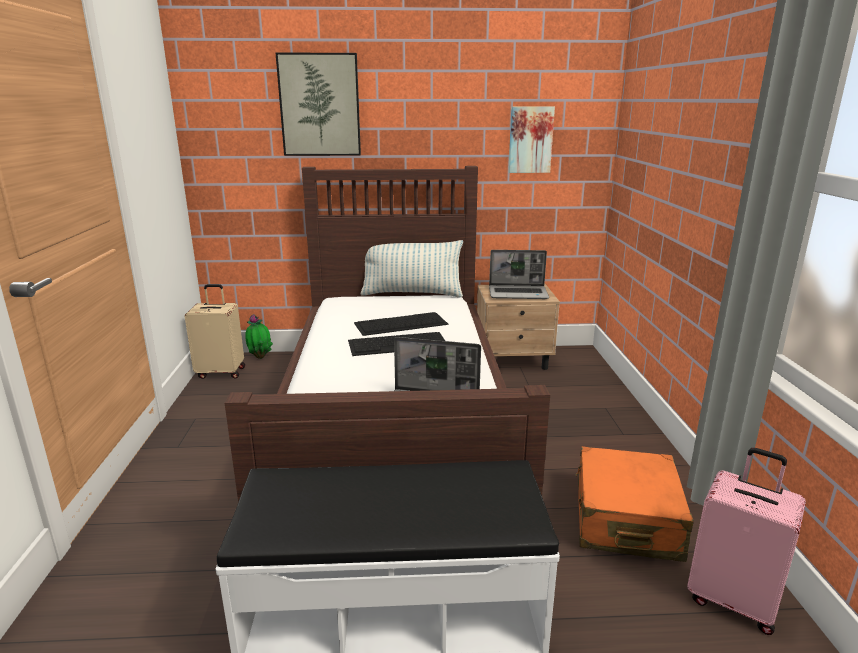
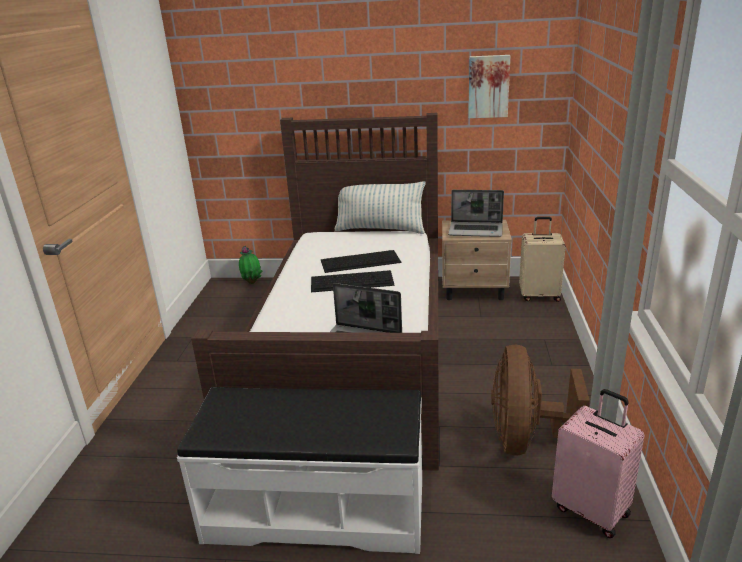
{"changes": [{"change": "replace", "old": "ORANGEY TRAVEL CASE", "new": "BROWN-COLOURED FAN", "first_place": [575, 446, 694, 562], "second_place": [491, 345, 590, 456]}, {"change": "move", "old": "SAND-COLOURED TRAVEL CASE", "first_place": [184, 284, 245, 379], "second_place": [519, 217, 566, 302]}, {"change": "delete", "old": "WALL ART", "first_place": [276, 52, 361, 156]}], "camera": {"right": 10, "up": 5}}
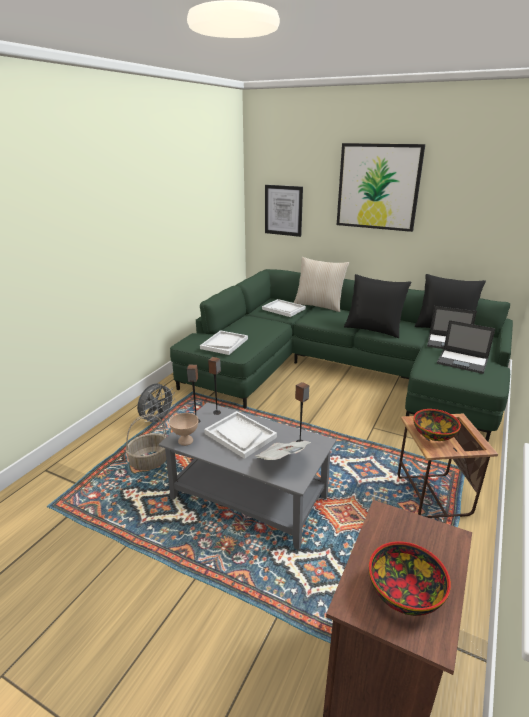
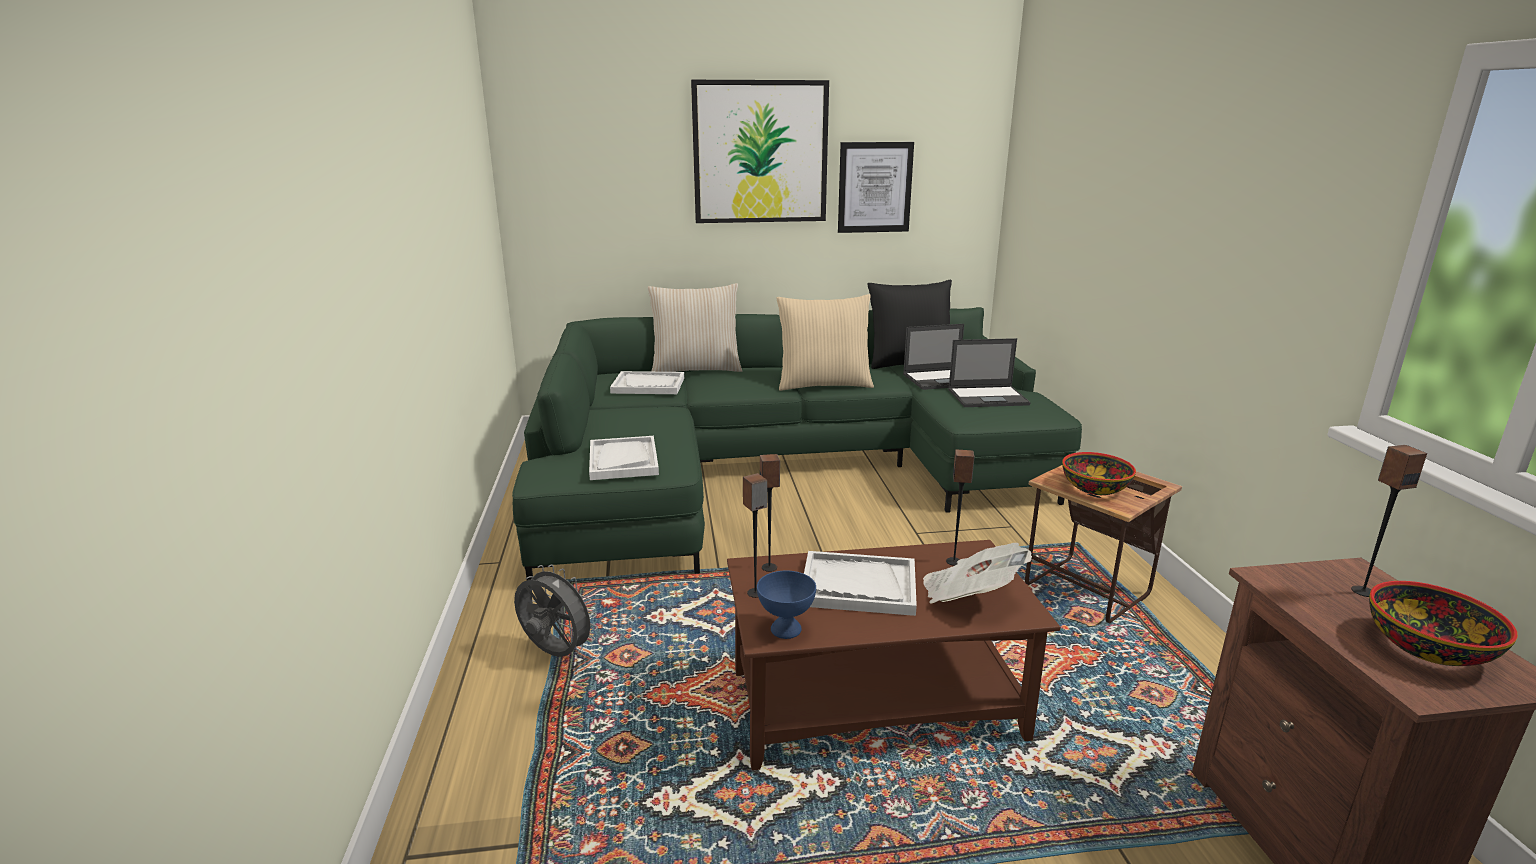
{"changes": [{"change": "rotate", "old": "GRAY FAN", "first_place": [137, 383, 176, 426], "second_place": [514, 564, 598, 657], "degrees": -60}, {"change": "recolor", "old": "GRAY LOW TABLE", "new": "BROWN-COLOURED LOW TABLE", "first_place": [159, 402, 336, 550], "second_place": [727, 540, 1061, 770]}, {"change": "recolor", "old": "SAND-COLOURED BOWL", "new": "BLUISH BOWL", "first_place": [169, 413, 198, 446], "second_place": [757, 571, 816, 639]}, {"change": "recolor", "old": "BLACK-COLOURED PILLOW", "new": "SAND-COLOURED PILLOW", "first_place": [344, 274, 411, 338], "second_place": [777, 294, 874, 391]}, {"change": "move", "old": "WALL ART", "first_place": [265, 185, 303, 237], "second_place": [838, 142, 914, 233]}, {"change": "insert", "new": "AUDIO SPEAKER", "second_place": [1351, 445, 1427, 597]}, {"change": "delete", "old": "HOUSEHOLD BASKET", "first_place": [125, 414, 167, 471]}], "camera": {"right": -35, "up": -5}}
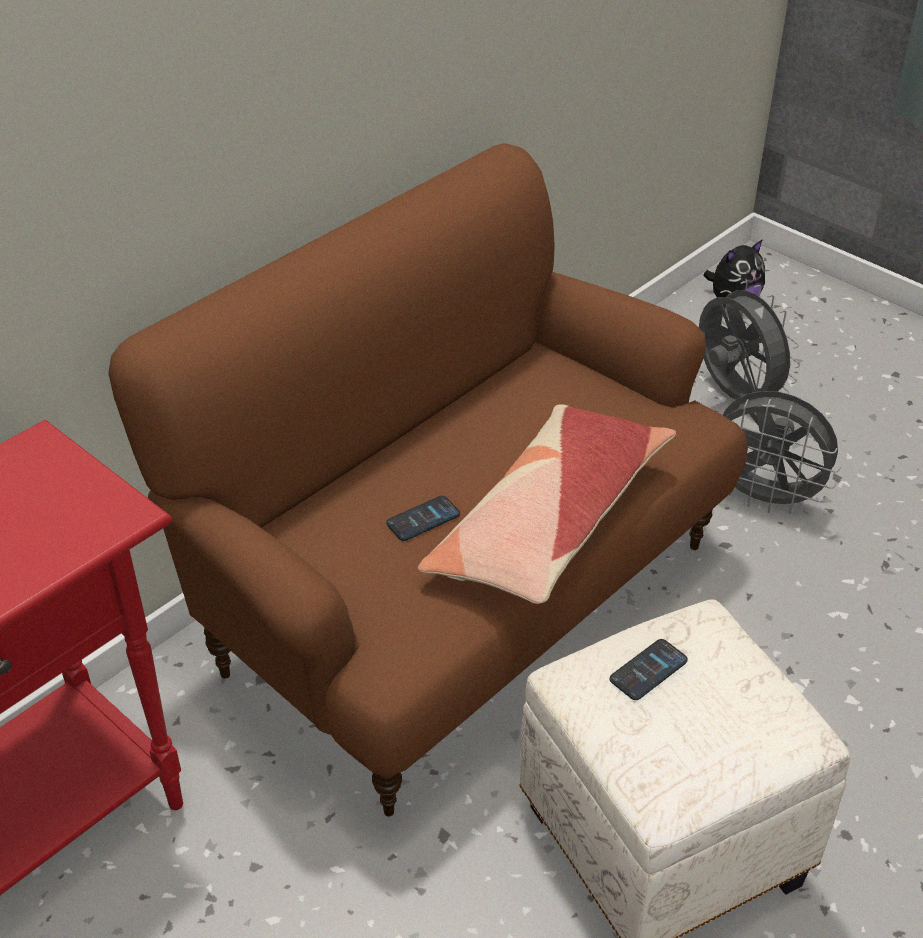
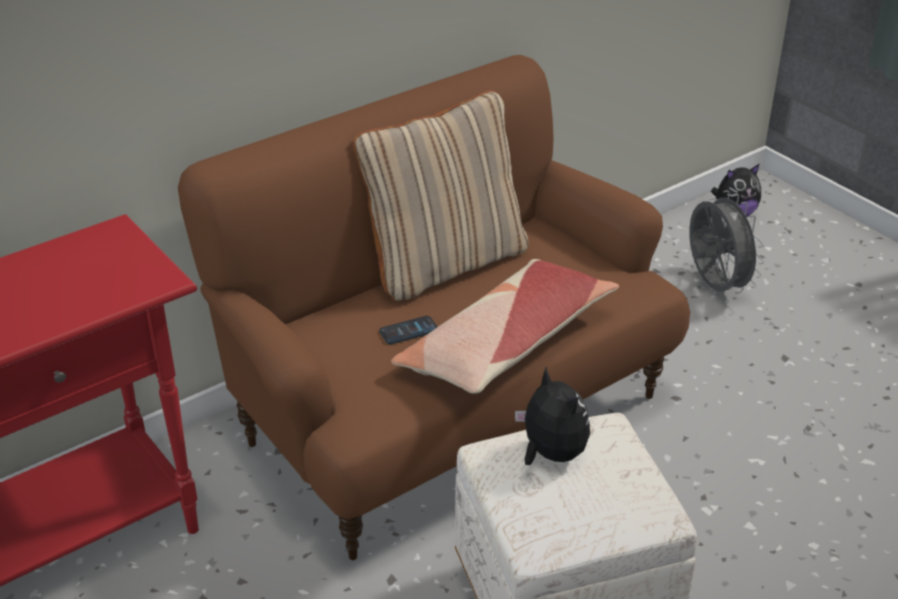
{"changes": [{"change": "insert", "new": "SAND-COLOURED PILLOW", "second_place": [353, 91, 528, 301]}, {"change": "replace", "old": "PHONE", "new": "SOFT TOY", "first_place": [610, 639, 688, 700], "second_place": [515, 367, 590, 465]}, {"change": "delete", "old": "GRAY FAN", "first_place": [723, 391, 841, 514]}], "camera": {"right": 10, "up": -5}}
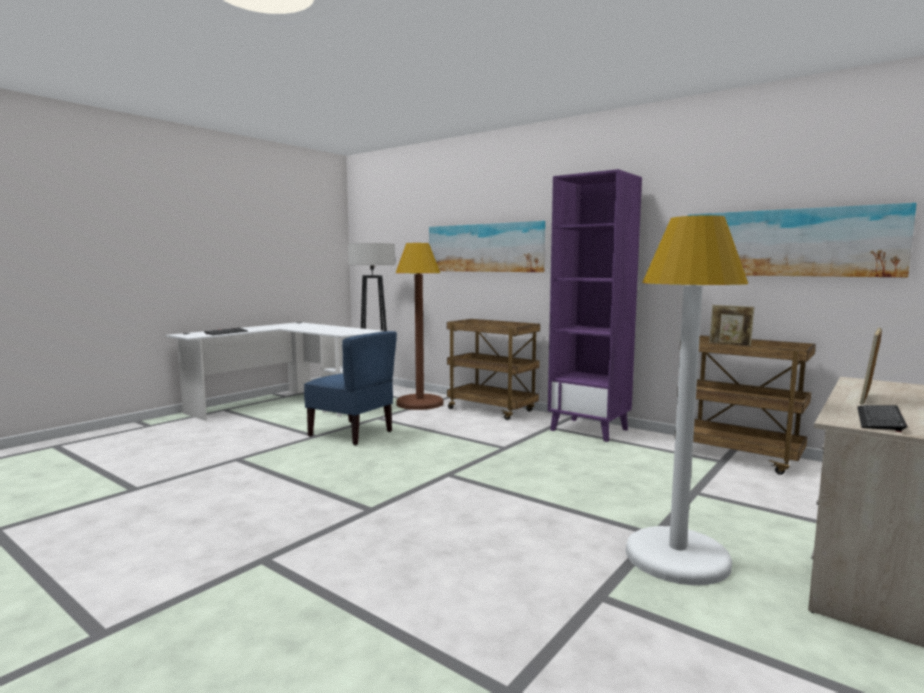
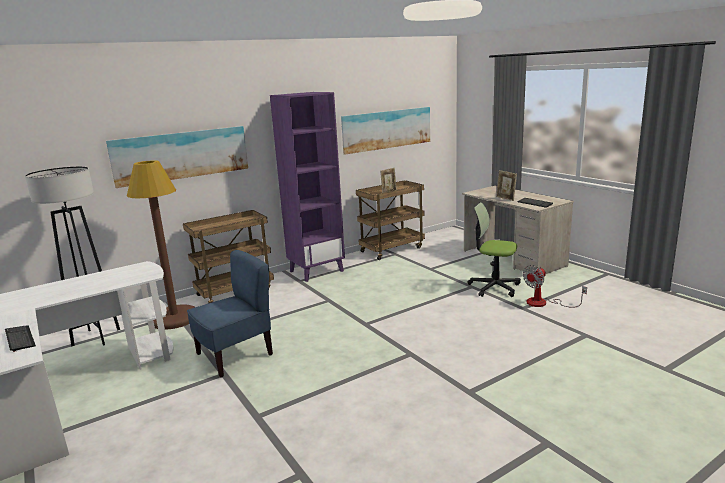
{"changes": [{"change": "replace", "old": "WHITE-COLOURED STANDARD LAMP", "new": "COMPUTER CHAIR", "first_place": [626, 215, 748, 585], "second_place": [467, 202, 521, 297]}, {"change": "insert", "new": "FAN", "second_place": [523, 265, 587, 308]}], "camera": {"right": -70, "up": 10}}
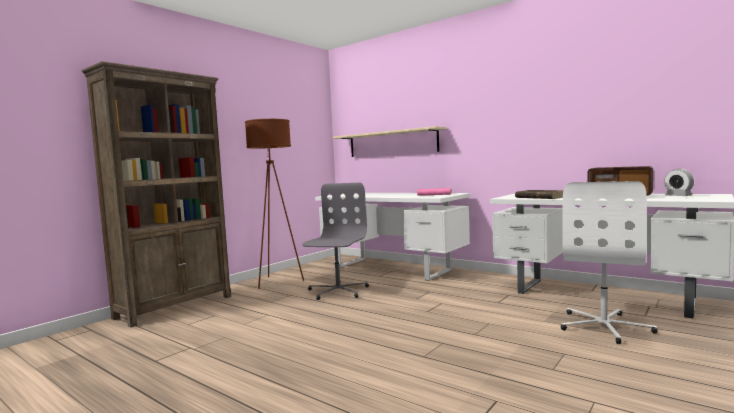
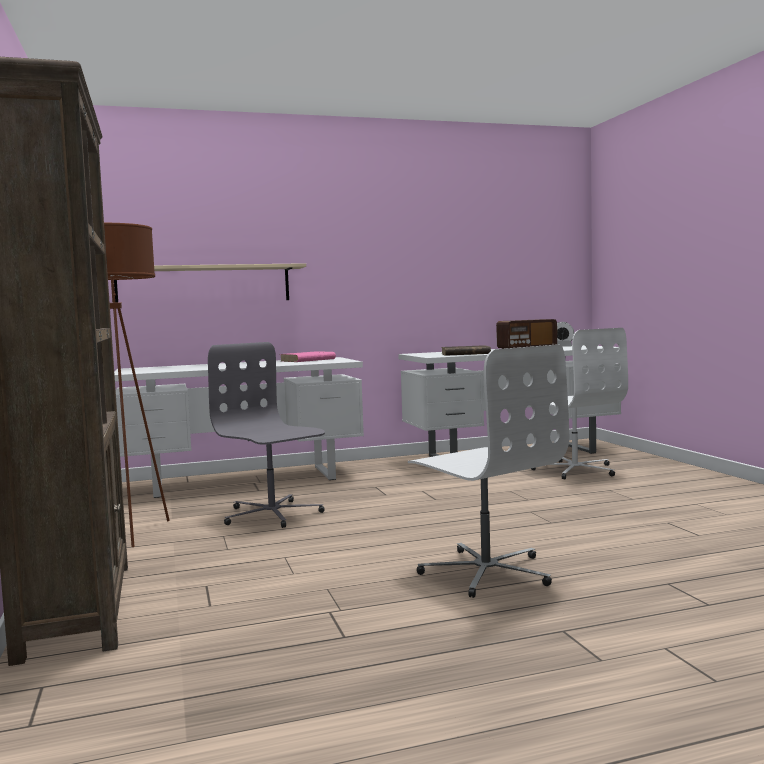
{"changes": [{"change": "insert", "new": "WHITE-COLOURED COMPUTER CHAIR", "second_place": [408, 344, 569, 598]}], "camera": {"right": -55, "up": 0}}
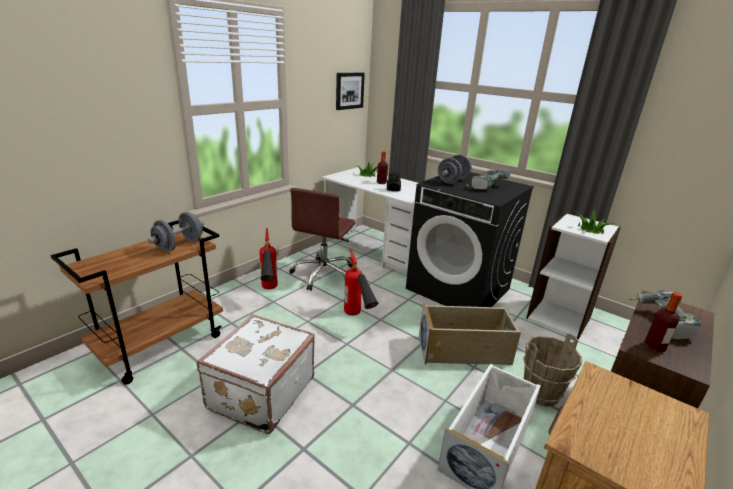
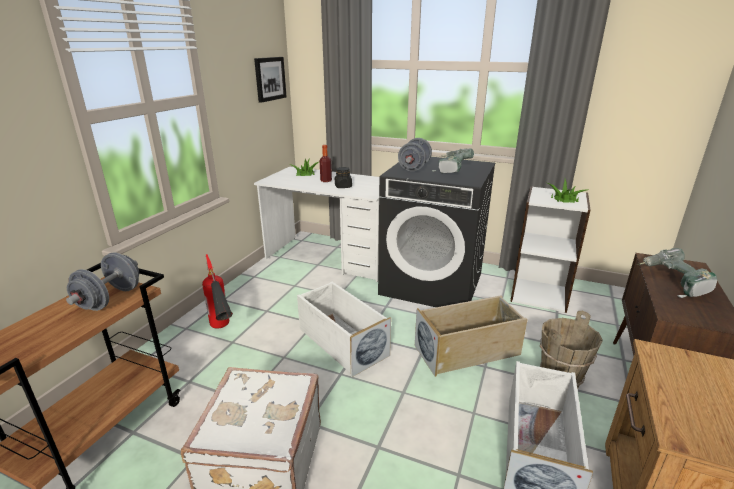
{"changes": [{"change": "replace", "old": "EXTINGUISHER", "new": "WHITE-COLOURED STORAGE BOX", "first_place": [344, 250, 378, 315], "second_place": [297, 282, 391, 377]}, {"change": "delete", "old": "BROWN-COLOURED COMPUTER CHAIR", "first_place": [290, 188, 356, 291]}, {"change": "delete", "old": "BEVERAGE BOTTLE", "first_place": [644, 292, 682, 352]}], "camera": {"right": -15, "up": 0}}
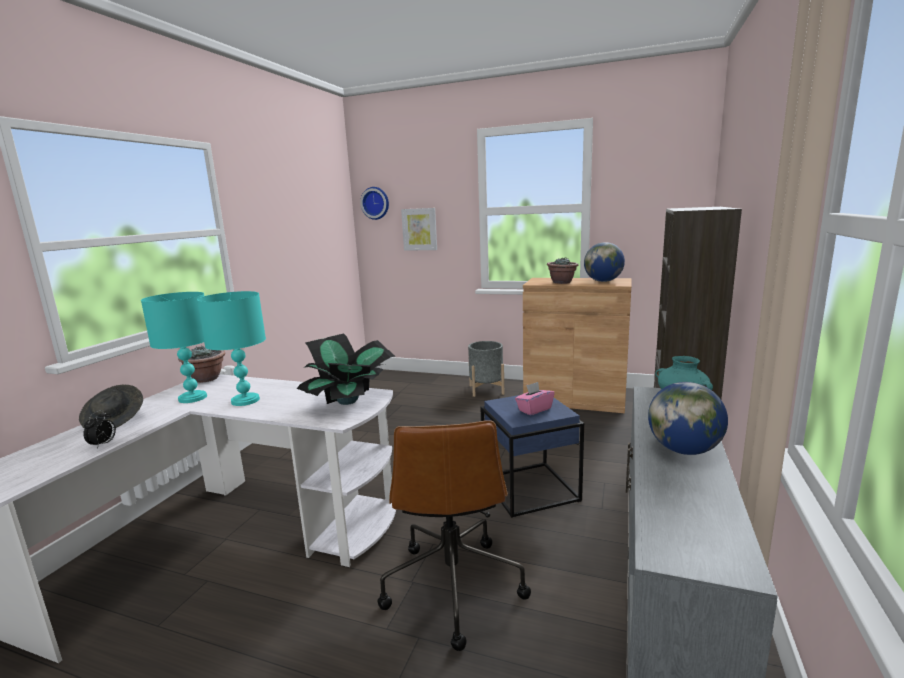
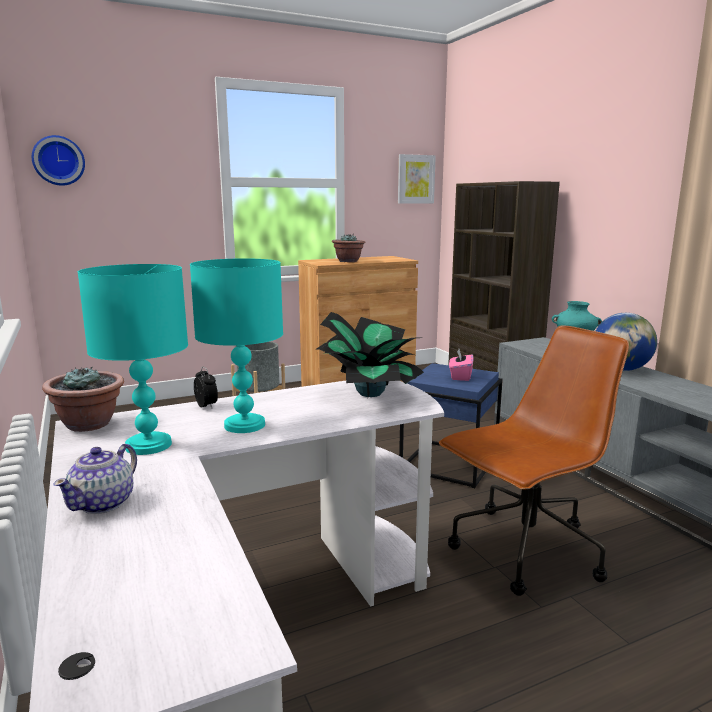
{"changes": [{"change": "replace", "old": "GRAY HAT", "new": "TEAPOT", "first_place": [79, 385, 143, 428], "second_place": [53, 443, 137, 514]}, {"change": "move", "old": "ALARM CLOCK", "first_place": [83, 410, 116, 449], "second_place": [194, 366, 218, 408]}, {"change": "move", "old": "WALL ART", "first_place": [401, 208, 437, 251], "second_place": [398, 154, 436, 204]}, {"change": "rotate", "old": "BROWN-COLOURED COMPUTER CHAIR", "first_place": [377, 420, 531, 651], "second_place": [439, 325, 629, 596], "degrees": -75}, {"change": "delete", "old": "GLOBE", "first_place": [584, 242, 625, 282]}], "camera": {"right": -45, "up": 0}}
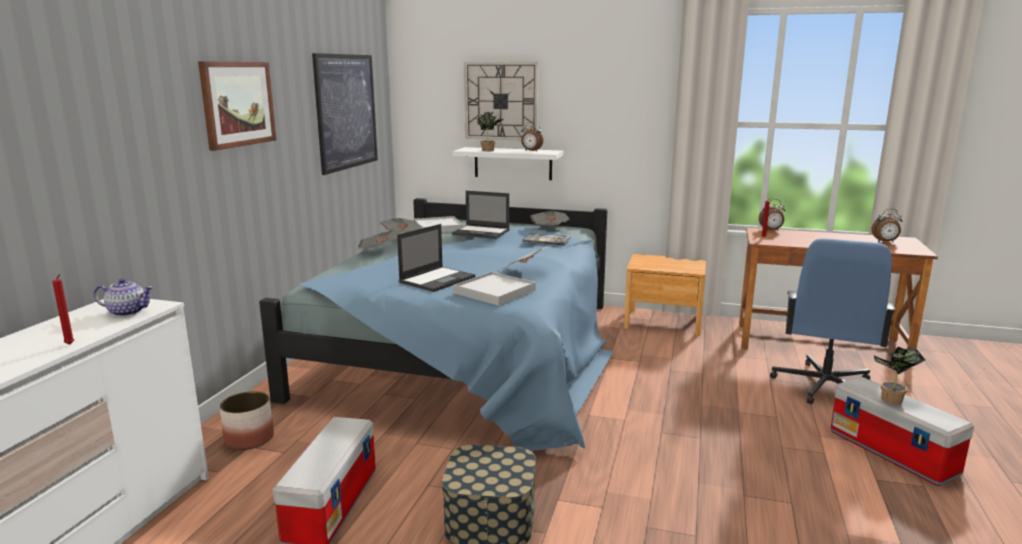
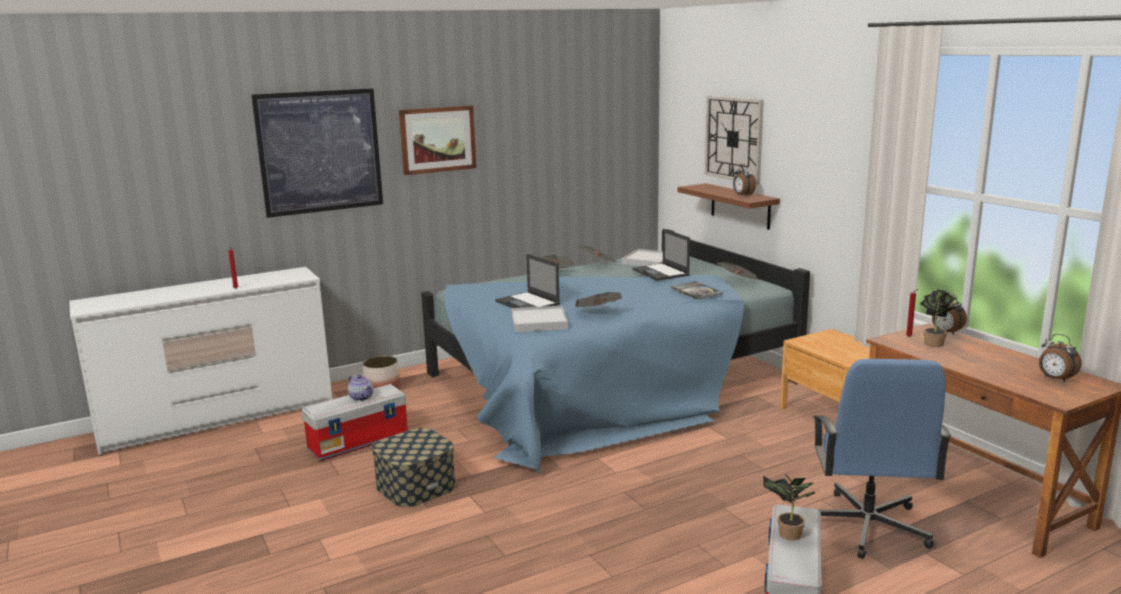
{"changes": [{"change": "move", "old": "WALL ART", "first_place": [312, 53, 378, 175], "second_place": [251, 88, 383, 218]}, {"change": "move", "old": "TEAPOT", "first_place": [94, 278, 154, 317], "second_place": [348, 375, 373, 401]}, {"change": "rotate", "old": "NOTEBOOK COMPUTER", "first_place": [397, 224, 475, 292], "second_place": [495, 254, 560, 308], "degrees": 60}, {"change": "recolor", "old": "WHITE-COLOURED SHELF", "new": "BROWN-COLOURED SHELF", "first_place": [453, 147, 563, 180], "second_place": [677, 183, 780, 230]}, {"change": "rotate", "old": "BLUISH COMPUTER CHAIR", "first_place": [770, 238, 896, 404], "second_place": [813, 359, 952, 559], "degrees": -60}, {"change": "move", "old": "PLANT IN A POT", "first_place": [477, 112, 503, 151], "second_place": [920, 289, 961, 347]}], "camera": {"right": 45, "up": 0}}
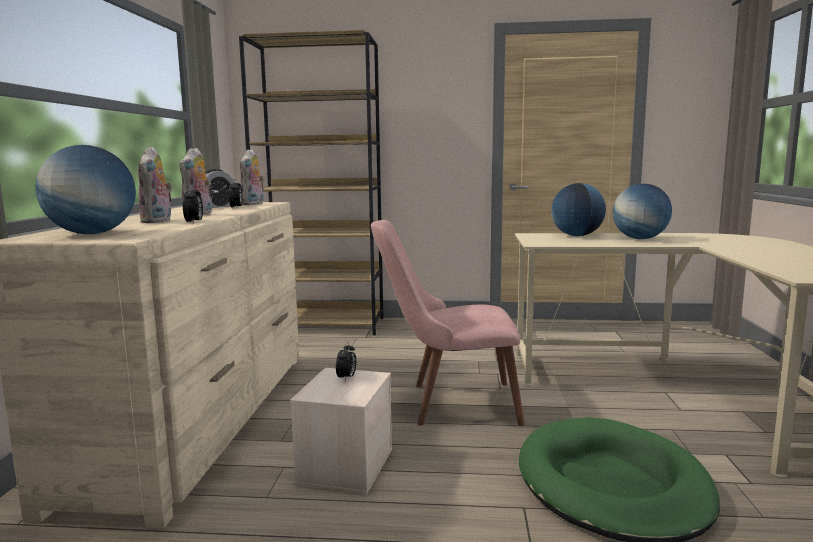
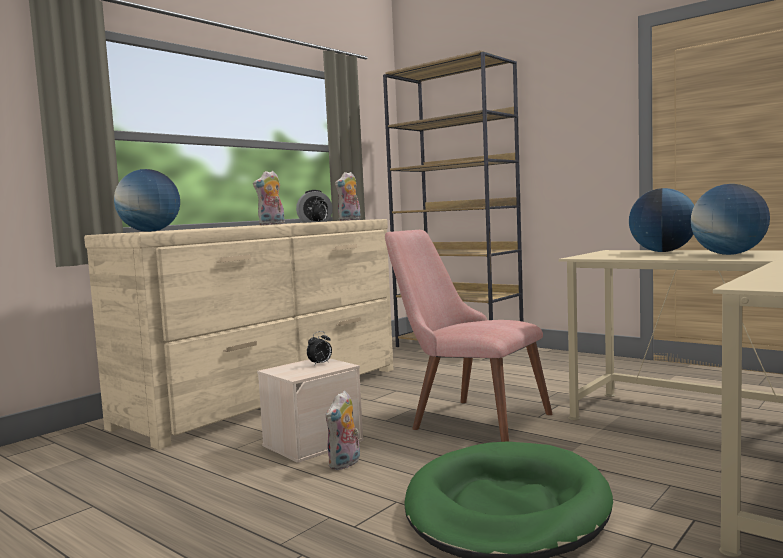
{"changes": [{"change": "move", "old": "SOFT TOY", "first_place": [138, 147, 173, 223], "second_place": [326, 391, 360, 470]}, {"change": "delete", "old": "ALARM CLOCK", "first_place": [183, 185, 203, 224]}], "camera": {"right": 35, "up": -5}}
